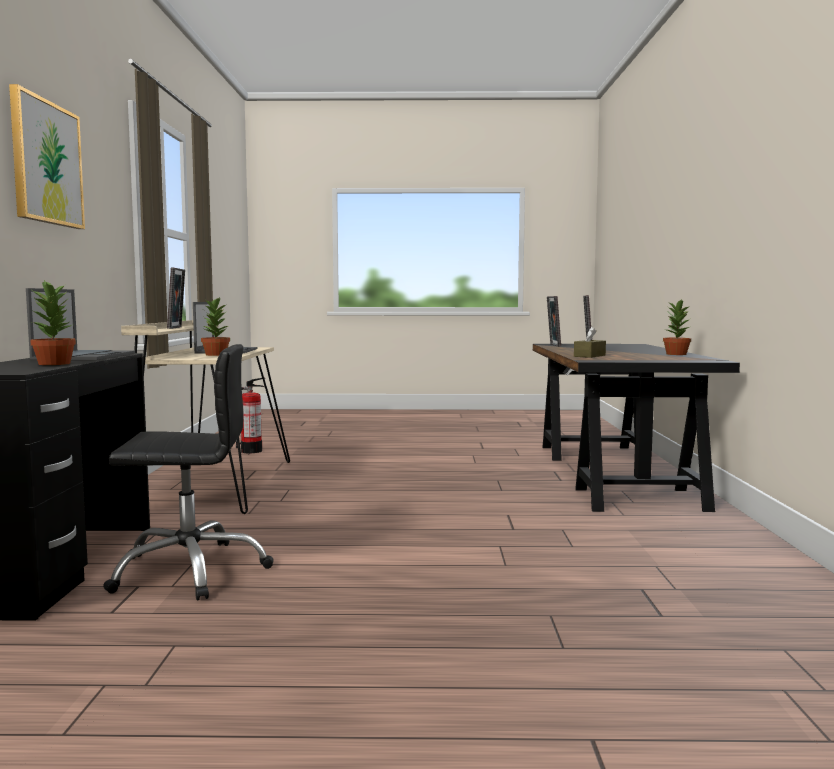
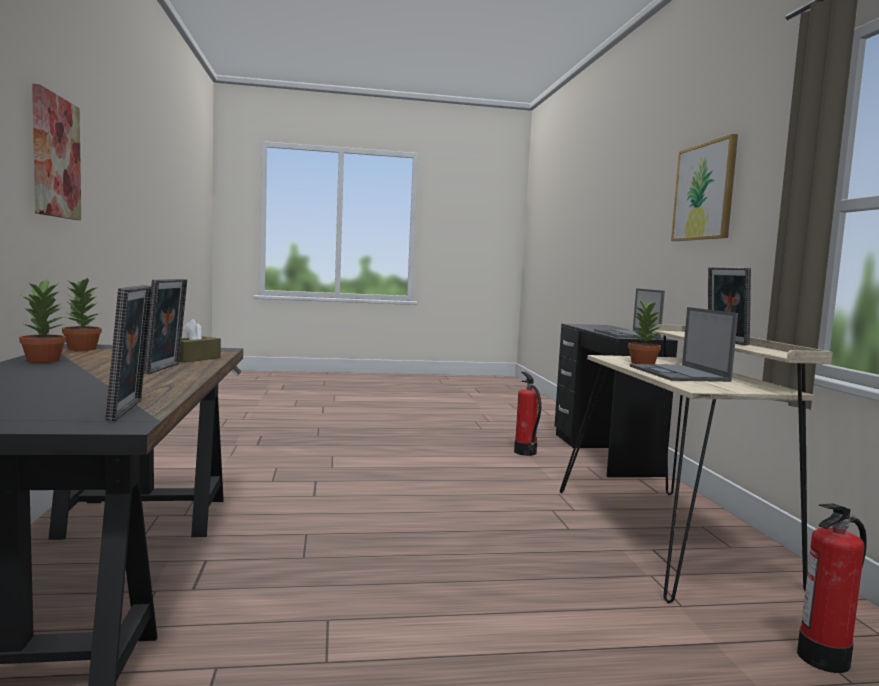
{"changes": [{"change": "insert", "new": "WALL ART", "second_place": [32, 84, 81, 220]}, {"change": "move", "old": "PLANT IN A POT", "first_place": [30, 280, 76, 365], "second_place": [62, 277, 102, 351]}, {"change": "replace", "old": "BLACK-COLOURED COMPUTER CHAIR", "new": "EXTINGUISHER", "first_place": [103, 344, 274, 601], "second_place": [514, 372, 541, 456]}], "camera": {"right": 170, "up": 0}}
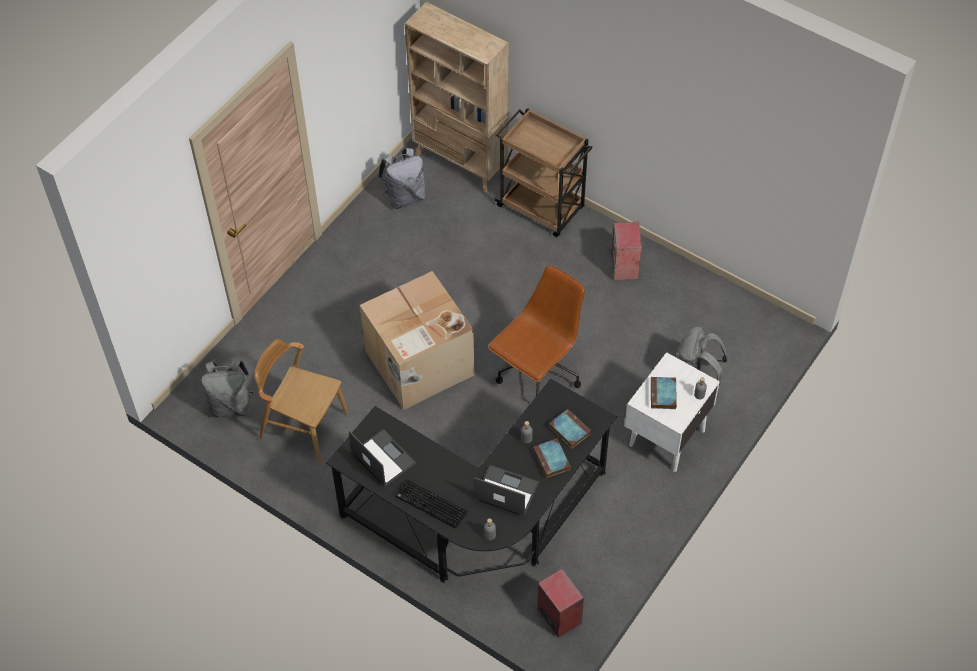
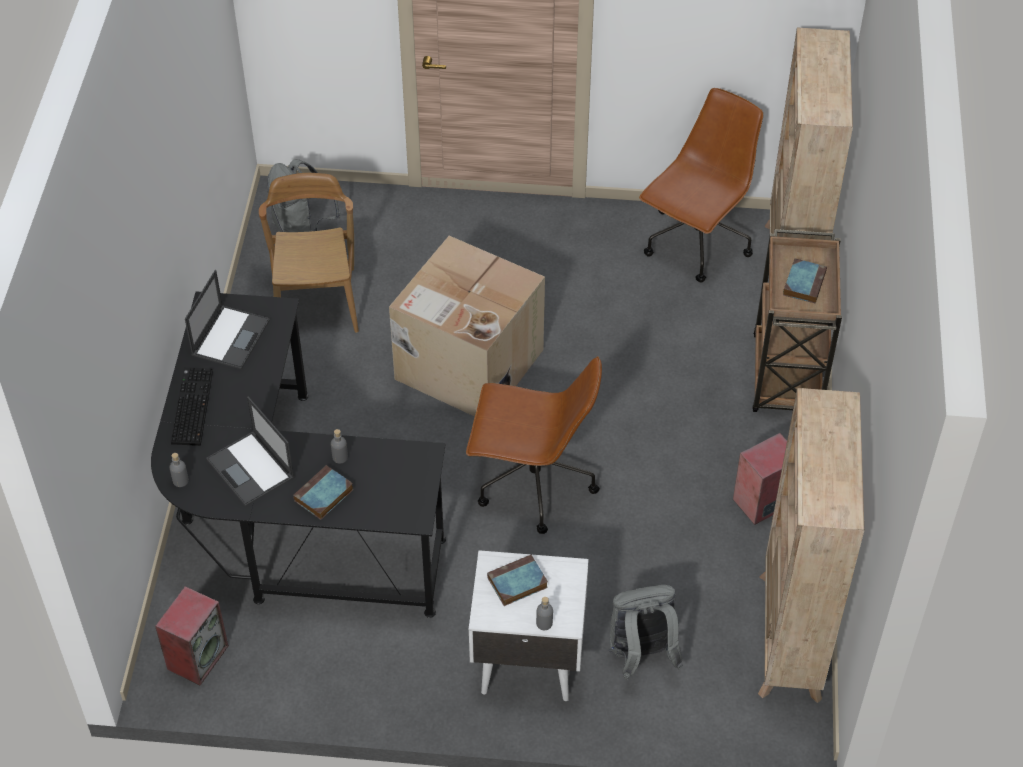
{"changes": [{"change": "rotate", "old": "NOTEBOOK COMPUTER", "first_place": [474, 465, 539, 517], "second_place": [206, 396, 295, 507], "degrees": 150}, {"change": "replace", "old": "GRAY RUCKSACK", "new": "BROWN-COLOURED COMPUTER CHAIR", "first_place": [378, 148, 425, 209], "second_place": [639, 88, 763, 283]}, {"change": "insert", "new": "SAND-COLOURED SHELVING UNIT", "second_place": [758, 388, 864, 703]}, {"change": "move", "old": "VOLUME", "first_place": [549, 409, 591, 449], "second_place": [783, 258, 827, 303]}], "camera": {"right": 60, "up": -5}}
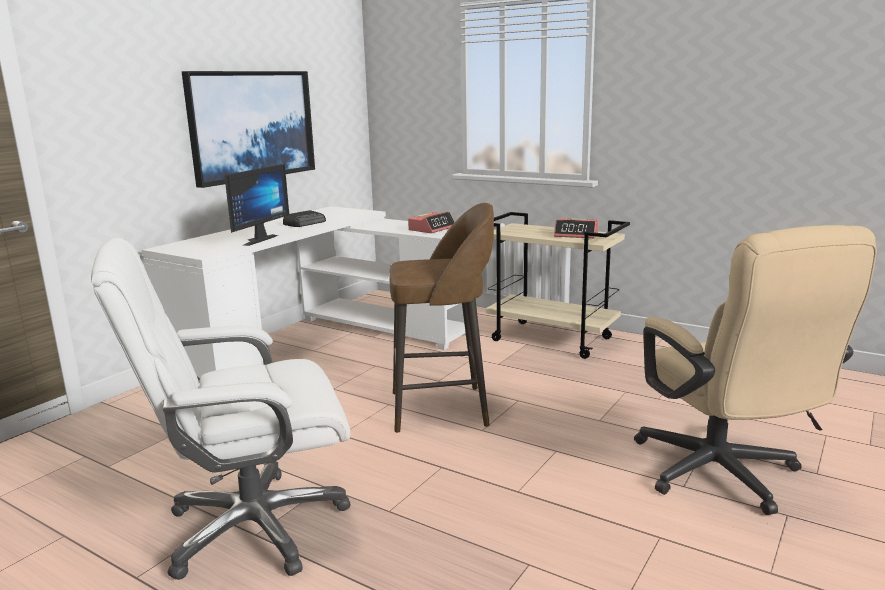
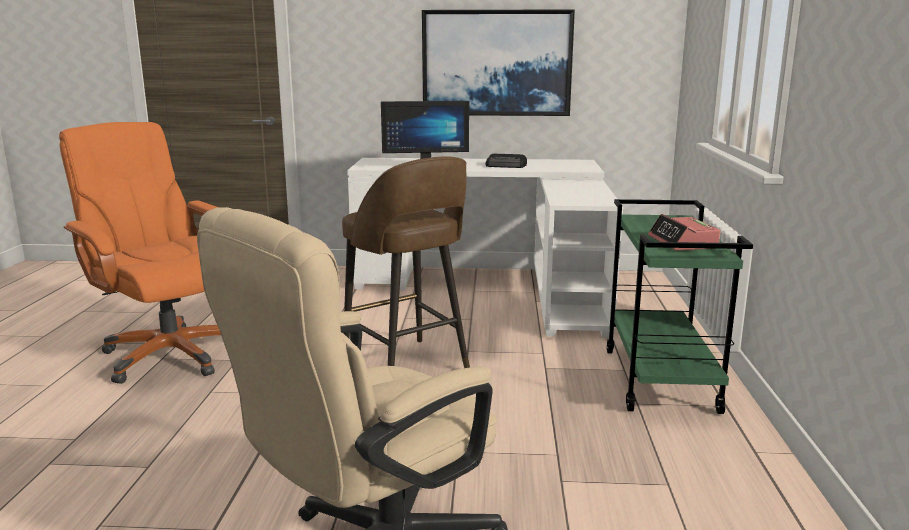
{"changes": [{"change": "recolor", "old": "WHITE-COLOURED COMPUTER CHAIR", "new": "ORANGEY COMPUTER CHAIR", "first_place": [91, 238, 351, 580], "second_place": [59, 122, 221, 384]}, {"change": "recolor", "old": "SAND-COLOURED CART", "new": "GREEN CART", "first_place": [486, 212, 630, 359], "second_place": [607, 199, 753, 414]}, {"change": "delete", "old": "ALARM CLOCK", "first_place": [408, 211, 455, 233]}], "camera": {"right": 60, "up": 0}}
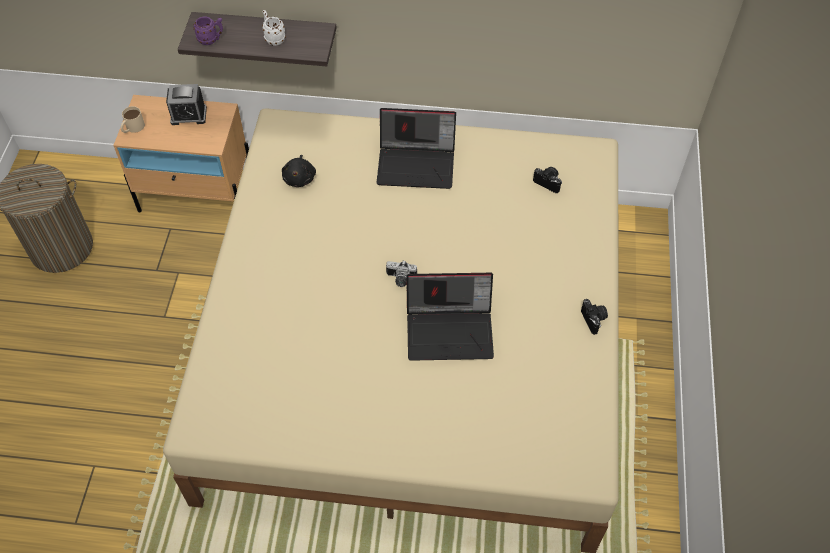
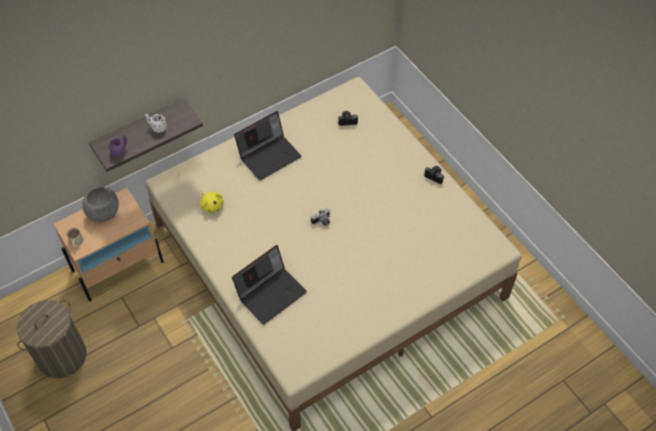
{"changes": [{"change": "replace", "old": "ALARM CLOCK", "new": "GRAY BOWL", "first_place": [166, 84, 207, 125], "second_place": [83, 187, 119, 222]}, {"change": "recolor", "old": "BLACK-COLOURED SOFT TOY", "new": "YELLOWISH SOFT TOY", "first_place": [282, 155, 316, 187], "second_place": [200, 191, 224, 213]}, {"change": "move", "old": "NOTEBOOK COMPUTER", "first_place": [406, 273, 494, 361], "second_place": [232, 245, 307, 325]}], "camera": {"right": -40, "up": 0}}
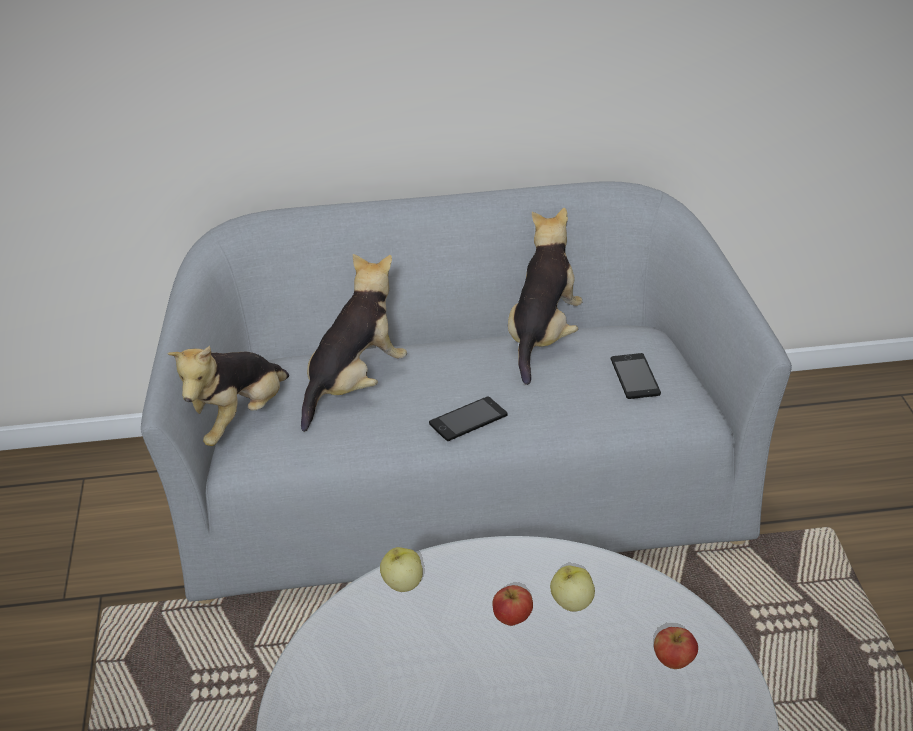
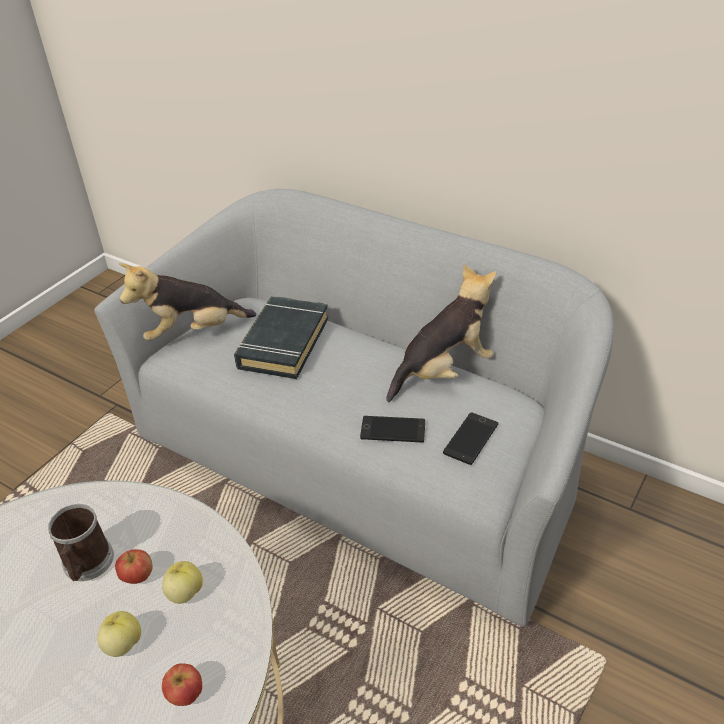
{"changes": [{"change": "insert", "new": "TEA MUG", "second_place": [48, 504, 114, 581]}, {"change": "move", "old": "APPLE FRUIT", "first_place": [380, 547, 423, 592], "second_place": [97, 611, 141, 657]}, {"change": "replace", "old": "SOFT TOY", "new": "BLACK-COLOURED VOLUME", "first_place": [301, 254, 407, 432], "second_place": [234, 296, 329, 379]}, {"change": "move", "old": "PHONE", "first_place": [429, 397, 507, 441], "second_place": [360, 416, 425, 443]}], "camera": {"right": 40, "up": 5}}
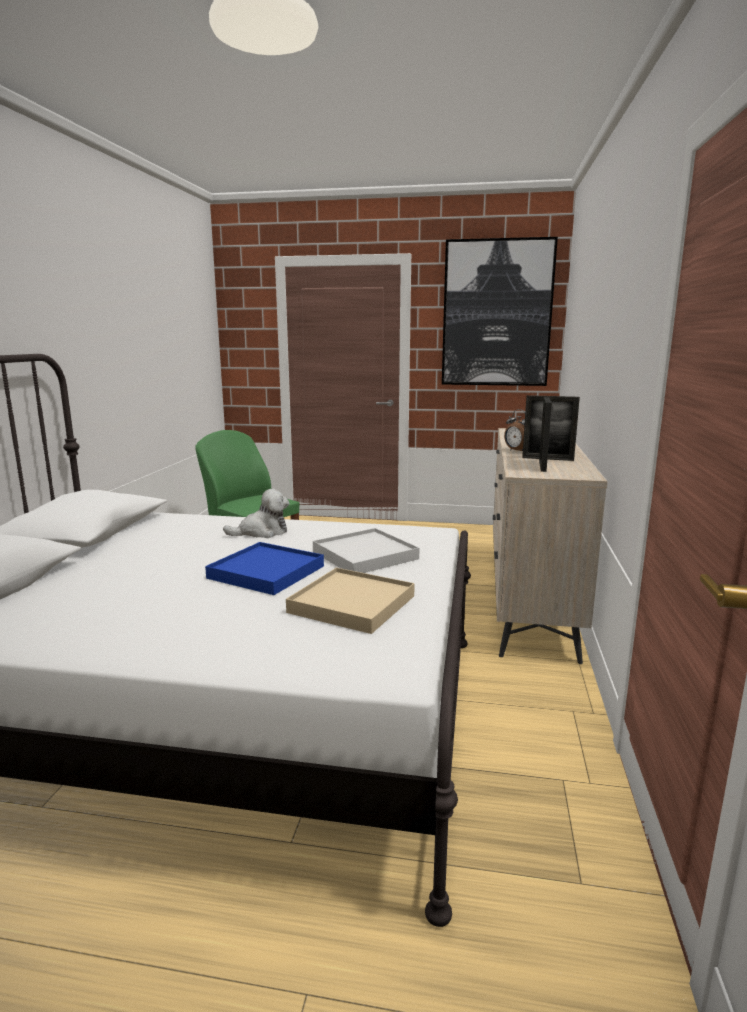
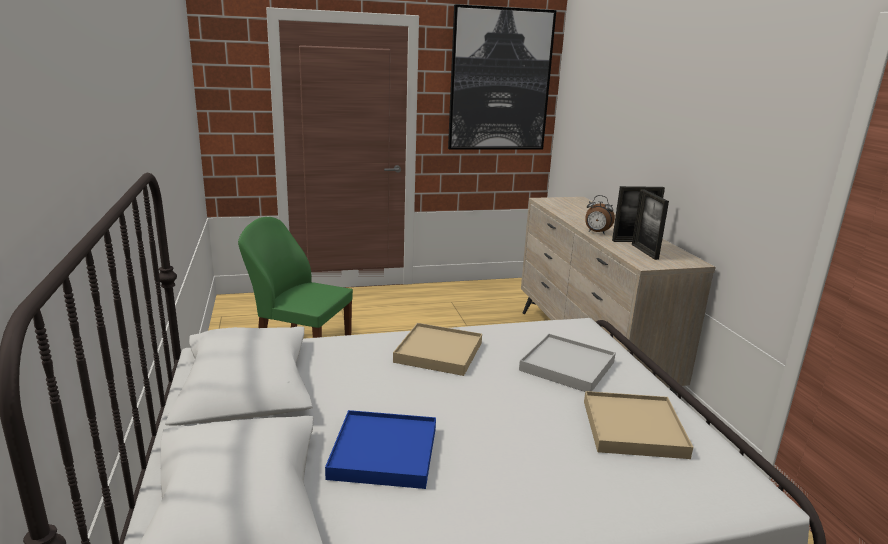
{"changes": [{"change": "move", "old": "BLUISH SERVING TRAY", "first_place": [205, 542, 324, 595], "second_place": [325, 410, 436, 489]}, {"change": "replace", "old": "SOFT TOY", "new": "SAND-COLOURED SERVING TRAY", "first_place": [223, 489, 289, 538], "second_place": [393, 323, 482, 376]}], "camera": {"right": -25, "up": 5}}
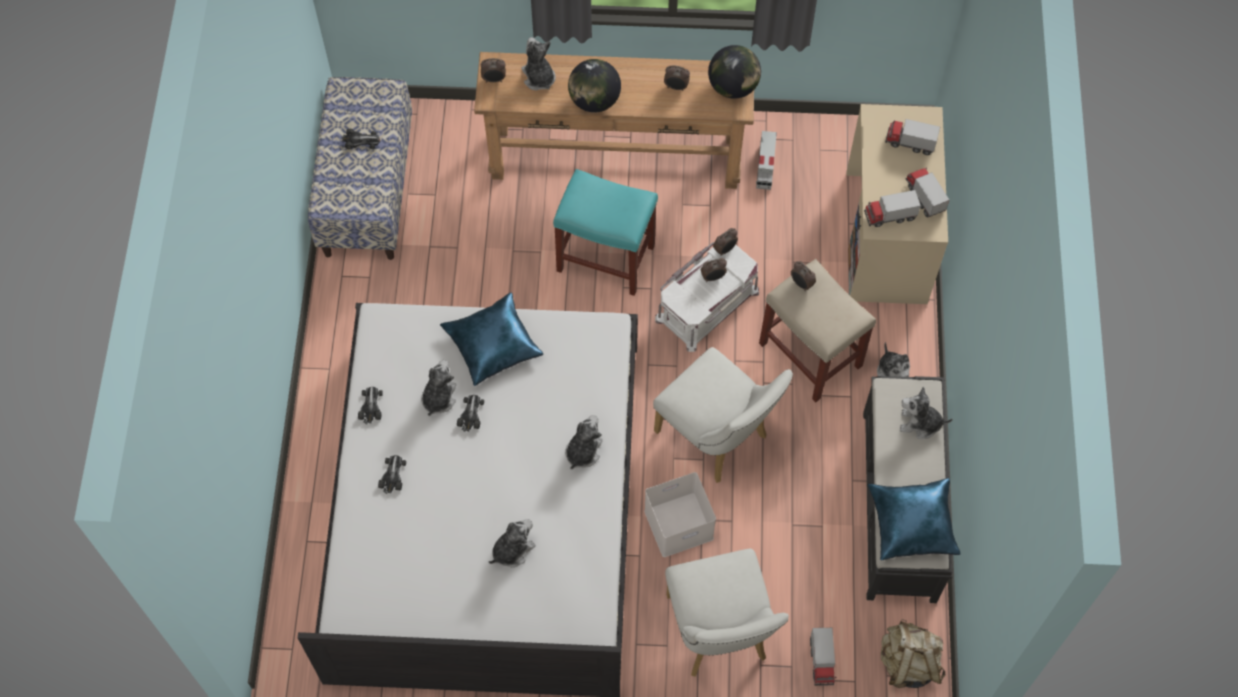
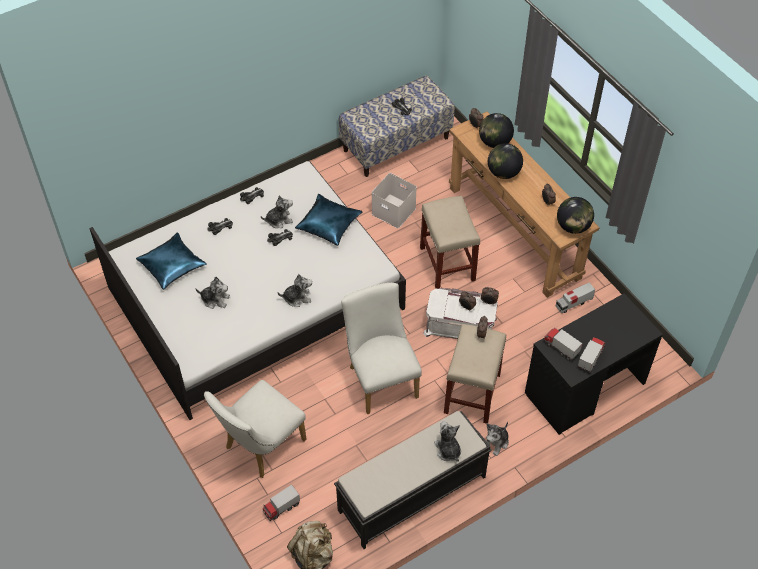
{"changes": [{"change": "move", "old": "BLUISH PILLOW", "first_place": [868, 478, 961, 560], "second_place": [136, 232, 207, 290]}, {"change": "rotate", "old": "WHITE-COLOURED UPRIGHT CHAIR", "first_place": [653, 347, 793, 483], "second_place": [341, 283, 422, 414], "degrees": 150}, {"change": "move", "old": "WHITE-COLOURED STORAGE BOX", "first_place": [644, 472, 716, 557], "second_place": [372, 173, 417, 228]}, {"change": "recolor", "old": "BLUE-GREEN STOOL SEAT", "new": "SAND-COLOURED STOOL SEAT", "first_place": [553, 169, 658, 296], "second_place": [420, 196, 480, 289]}, {"change": "replace", "old": "SOFT TOY", "new": "GLOBE", "first_place": [521, 37, 556, 90], "second_place": [479, 113, 514, 148]}, {"change": "recolor", "old": "SAND-COLOURED DESK", "new": "BLACK-COLOURED DESK", "first_place": [846, 104, 948, 304], "second_place": [525, 294, 663, 435]}, {"change": "delete", "old": "MODEL TRUCK", "first_place": [885, 119, 940, 155]}], "camera": {"right": 55, "up": -10}}
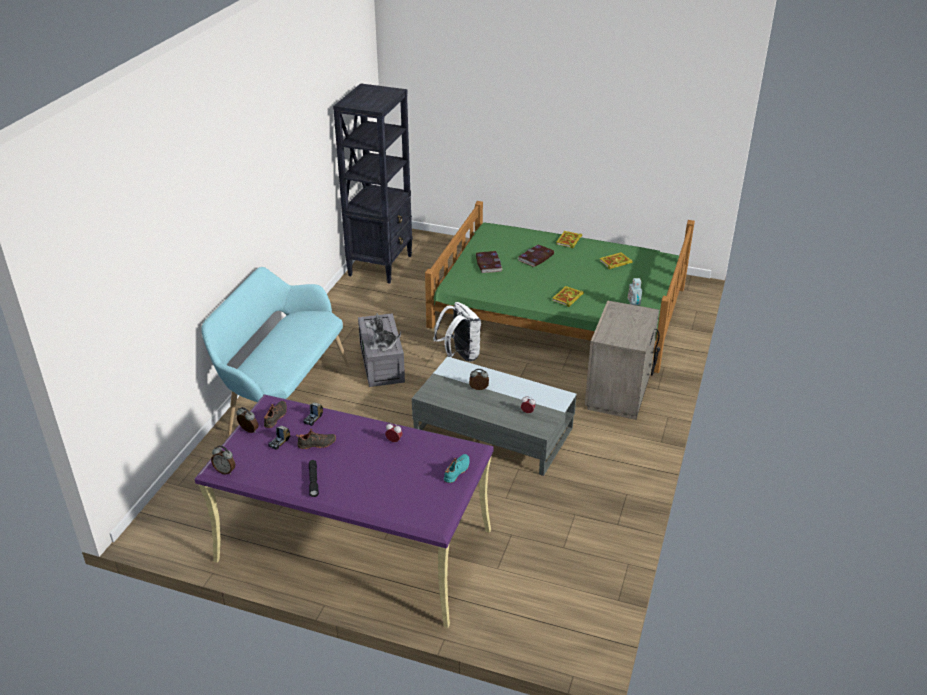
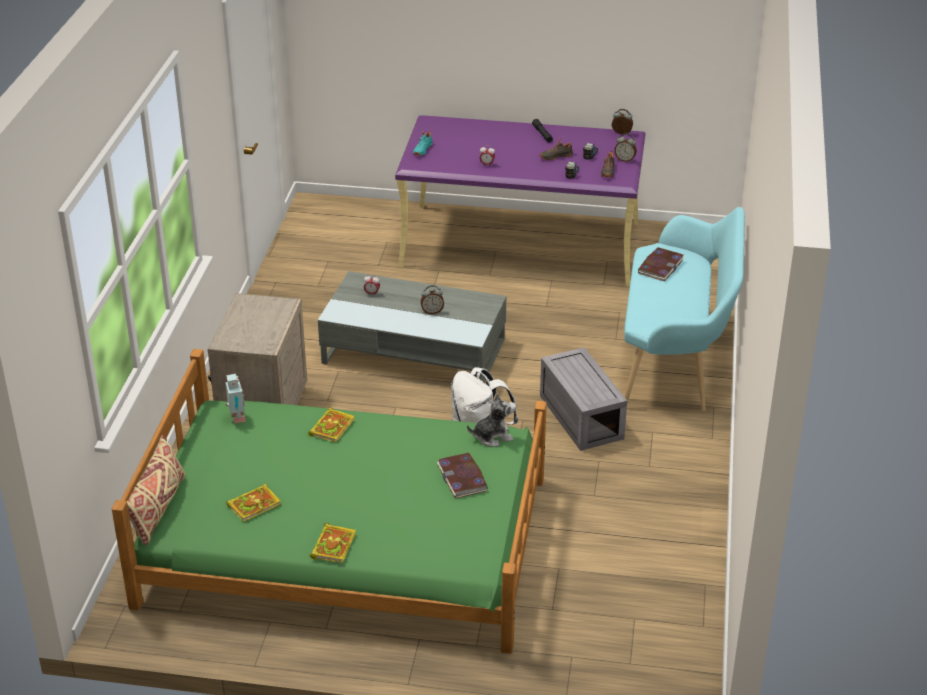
{"changes": [{"change": "insert", "new": "SAND-COLOURED PILLOW", "second_place": [127, 435, 185, 545]}, {"change": "move", "old": "SOFT TOY", "first_place": [365, 313, 401, 351], "second_place": [467, 393, 516, 446]}, {"change": "move", "old": "VOLUME", "first_place": [518, 245, 554, 267], "second_place": [638, 247, 684, 281]}, {"change": "delete", "old": "BLACK-COLOURED SHELVING UNIT", "first_place": [333, 83, 413, 284]}], "camera": {"right": 170, "up": 0}}
